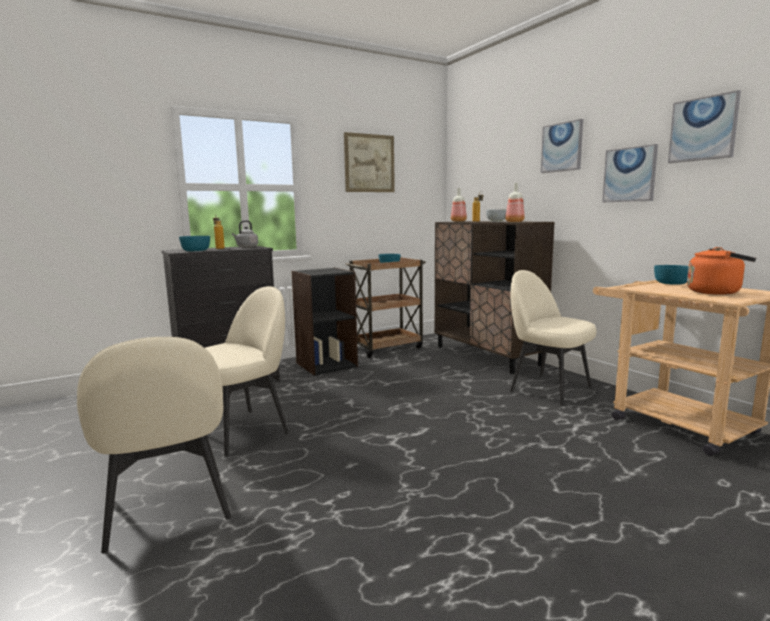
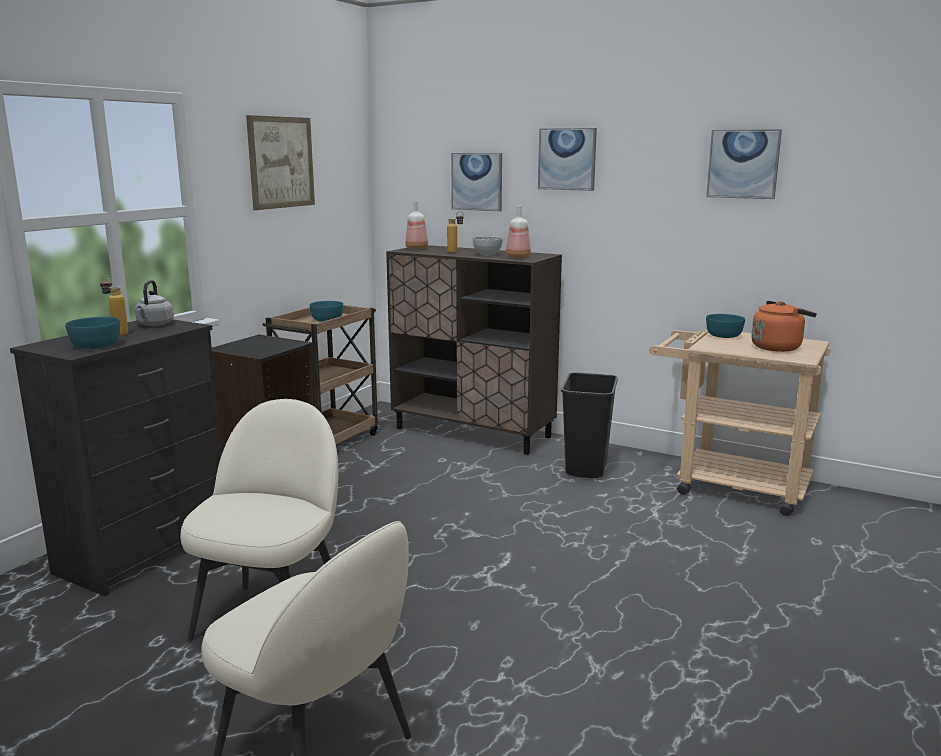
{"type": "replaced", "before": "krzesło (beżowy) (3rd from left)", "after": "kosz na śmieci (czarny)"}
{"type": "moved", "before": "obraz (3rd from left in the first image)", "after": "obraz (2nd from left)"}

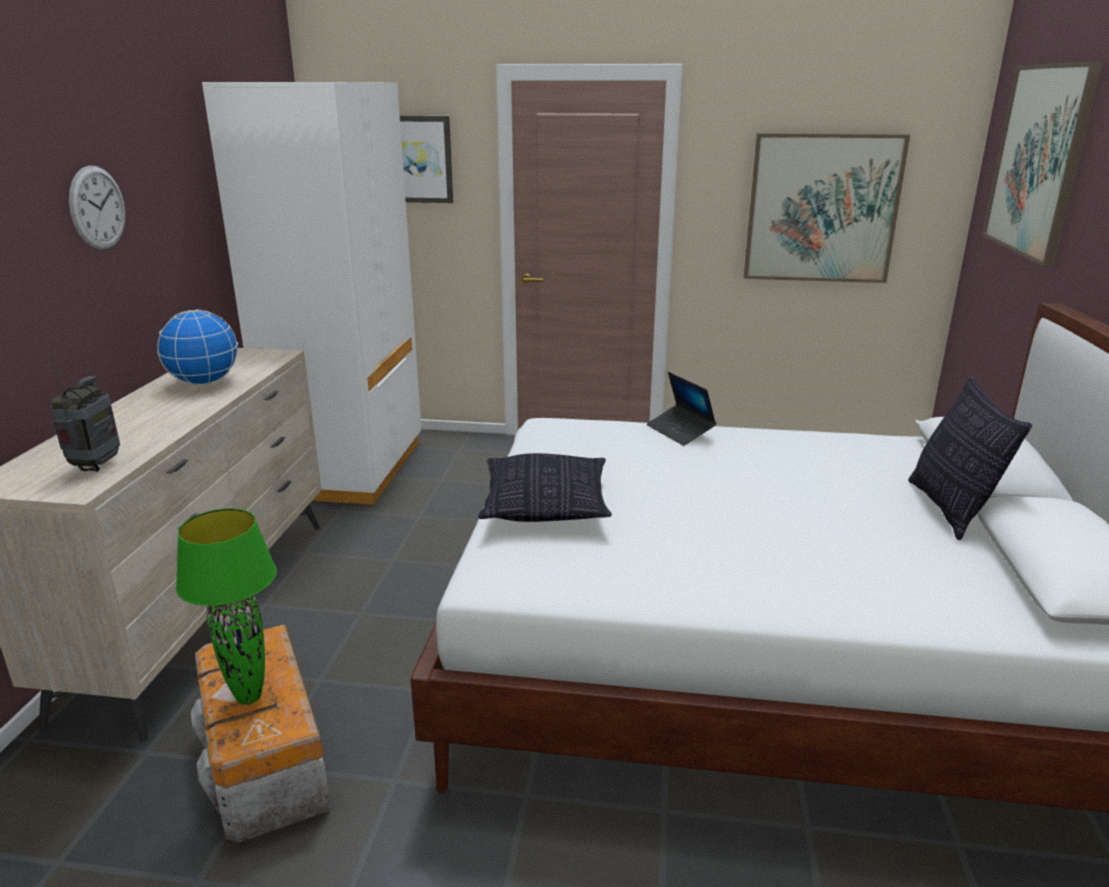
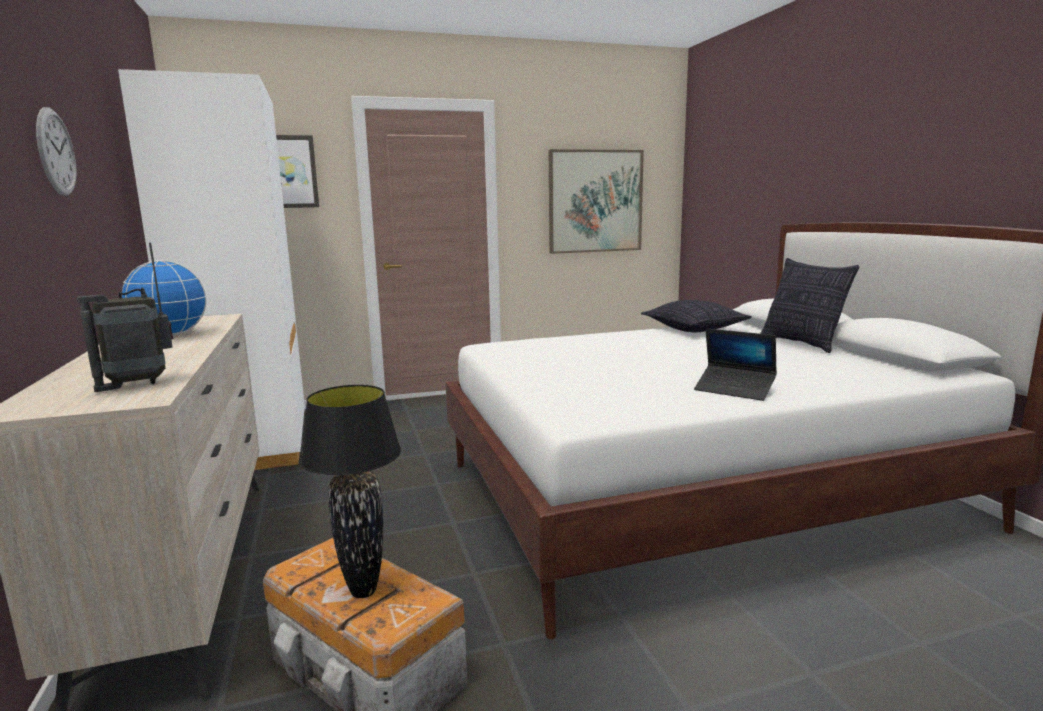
{"type": "turned", "before": "radio", "turn": -105}
{"type": "recoloured", "before": "lampa stołowa (zielony)", "after": "lampa stołowa (czarny)"}
{"type": "moved", "before": "poduszka (1st from left)"}
{"type": "moved", "before": "laptop"}
{"type": "removed", "before": "obraz (3rd from left)"}

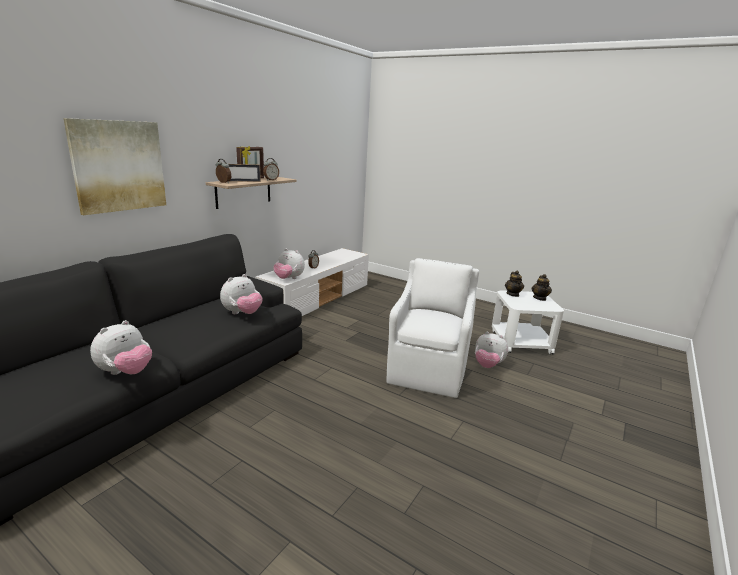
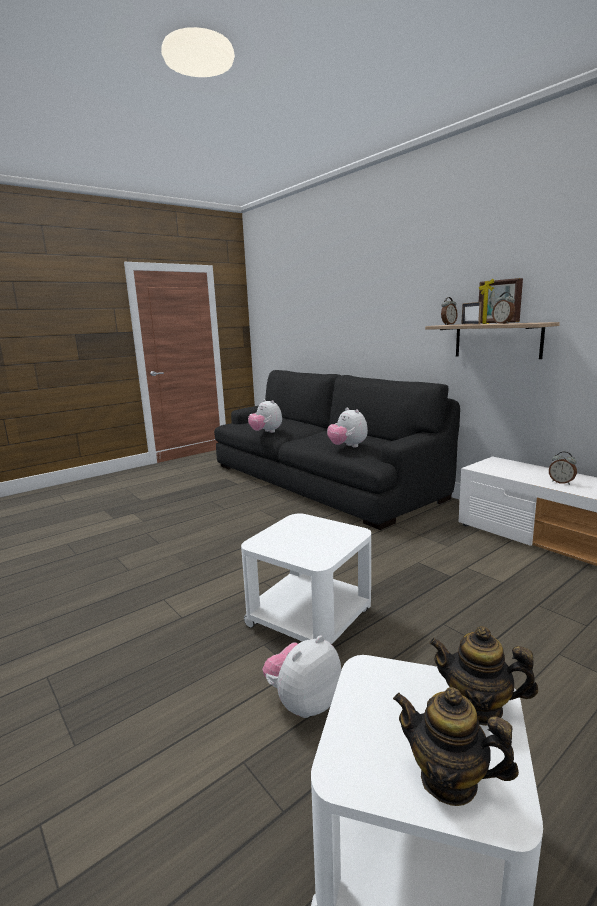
{"type": "removed", "before": "obraz"}
{"type": "removed", "before": "pluszak (3rd from left)"}
{"type": "replaced", "before": "fotel (biały)", "after": "stolik (biały) (1st from left)"}

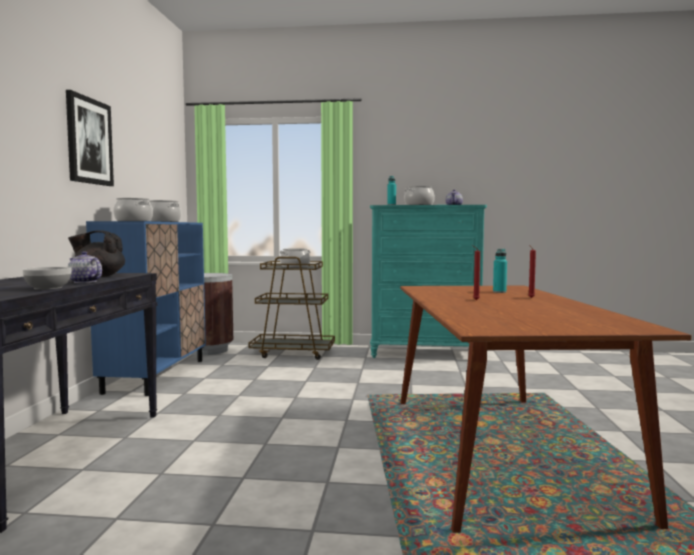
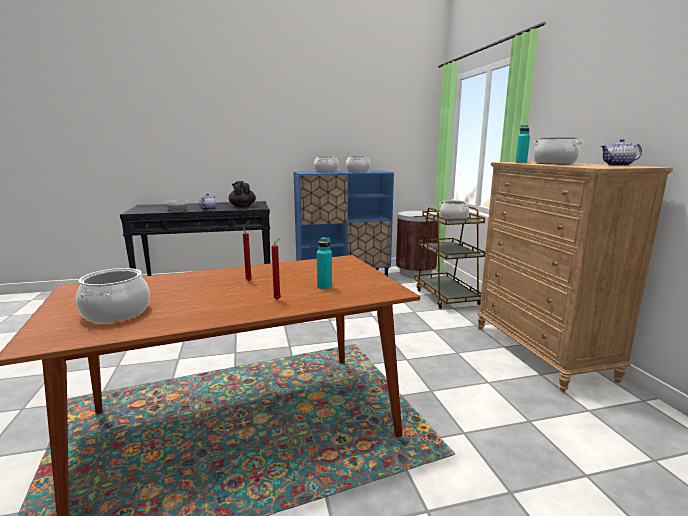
{"type": "removed", "before": "obraz"}
{"type": "recoloured", "before": "komoda (turkusowy)", "after": "komoda (brązowy)"}
{"type": "added", "after": "garnek (1st from left)"}

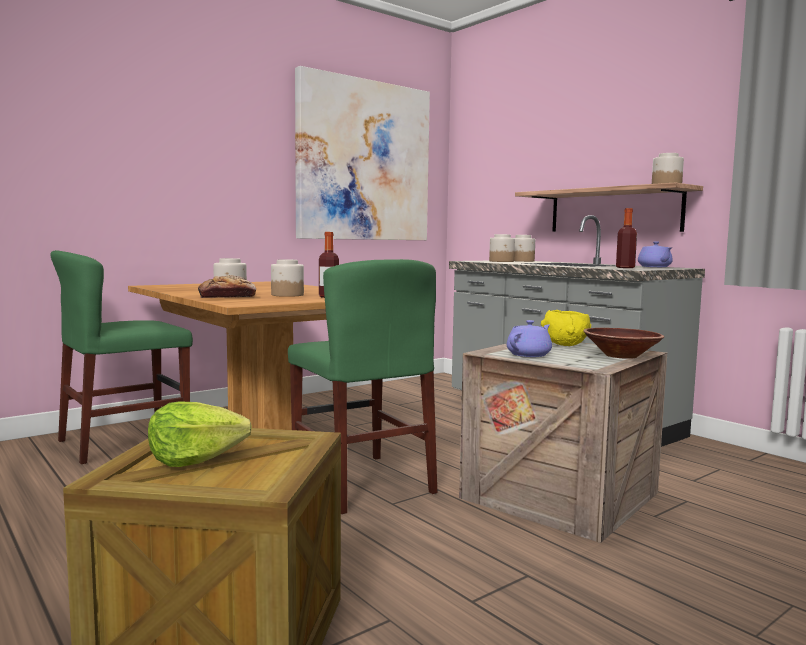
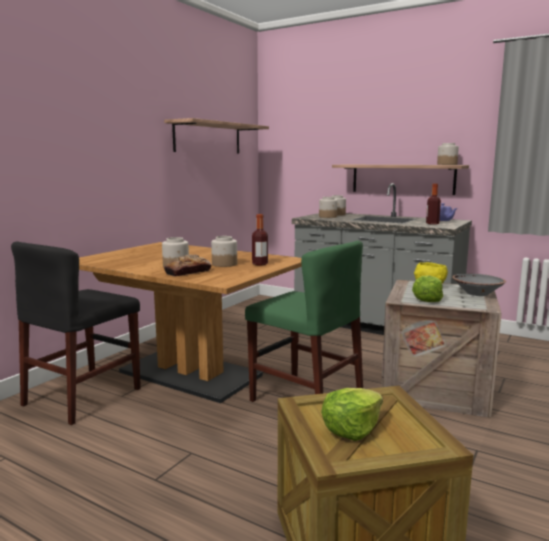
{"type": "recoloured", "before": "krzesło (zielony) (1st from left)", "after": "krzesło (czarny)"}
{"type": "replaced", "before": "obraz", "after": "półka (1st from left)"}
{"type": "replaced", "before": "imbryk (fioletowy) (1st from left)", "after": "sałata (2nd from left)"}
{"type": "recoloured", "before": "miska (brązowy)", "after": "miska (szary)"}

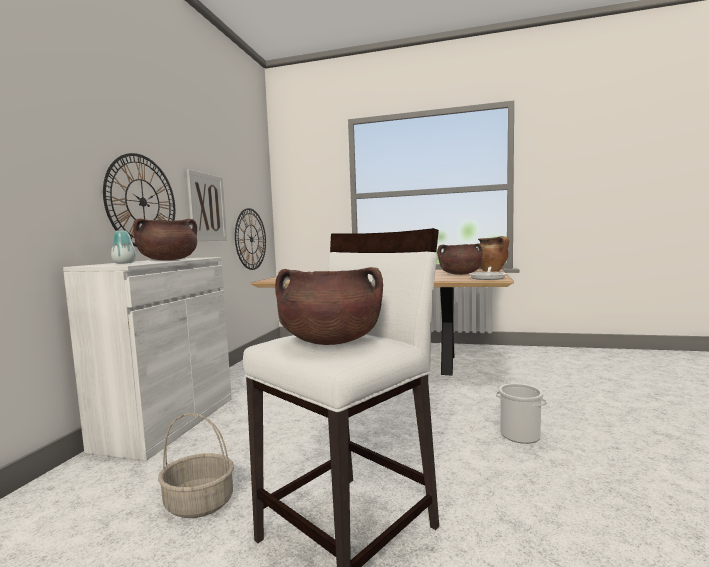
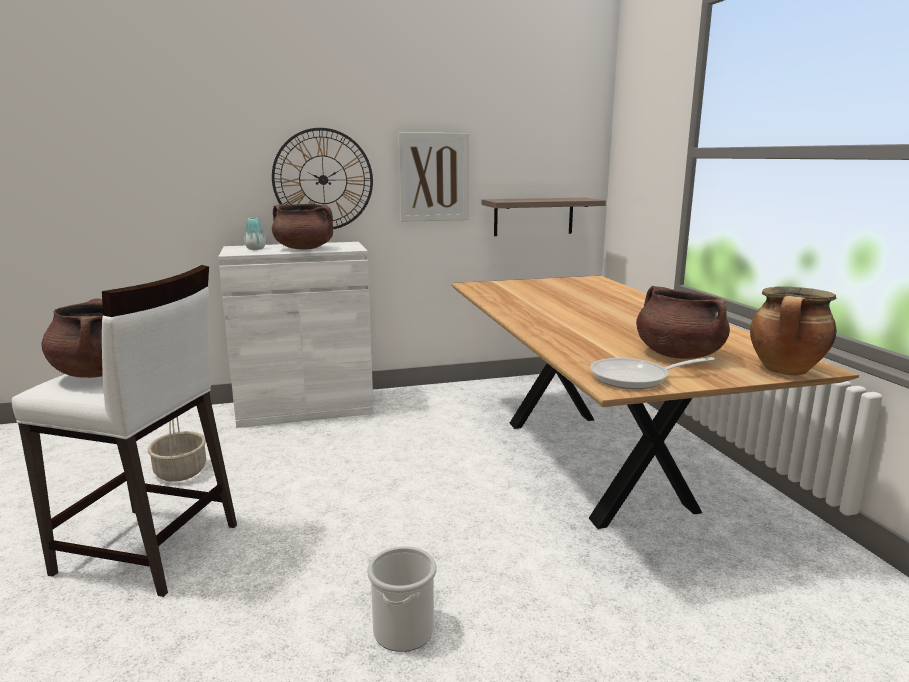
{"type": "replaced", "before": "zegar ścienny (2nd from left)", "after": "półka"}

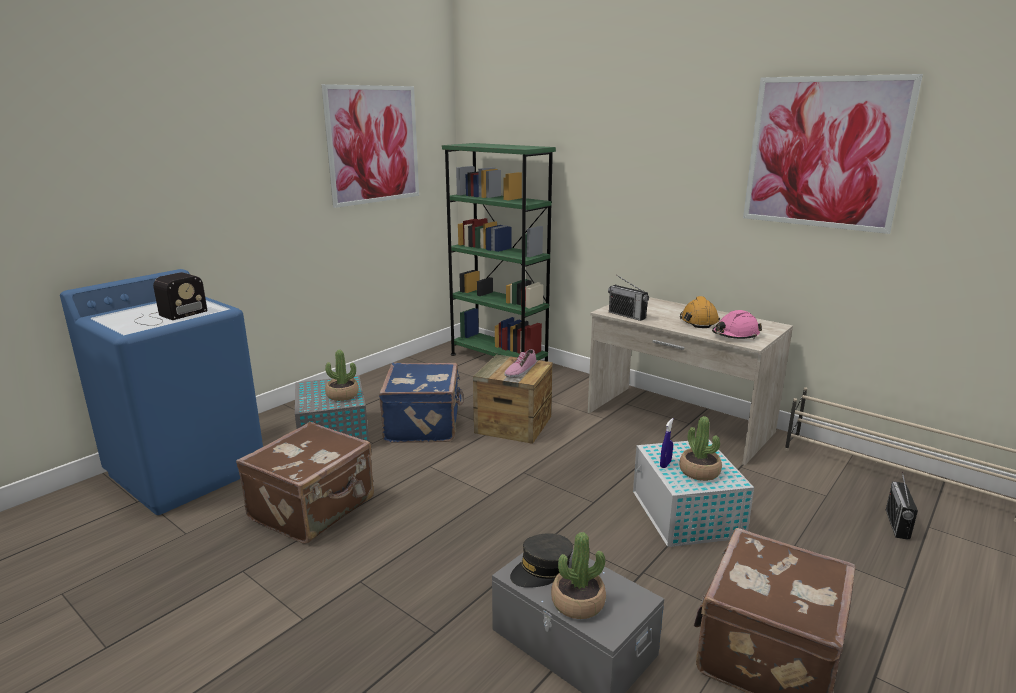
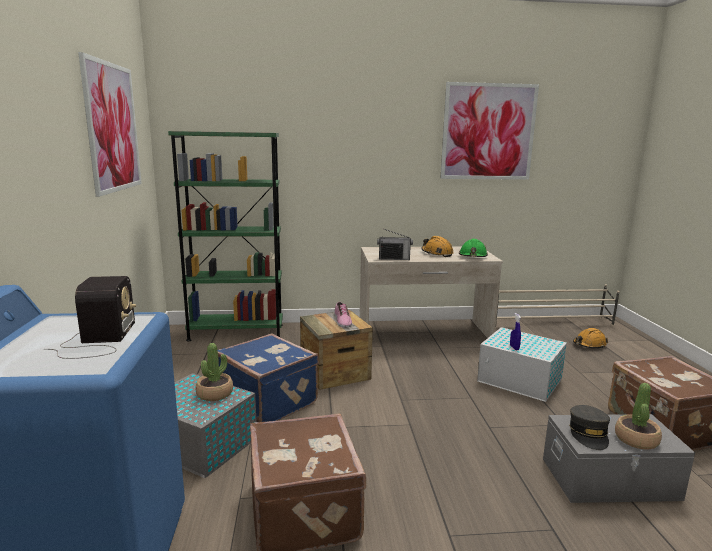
{"type": "removed", "before": "roślina doniczkowa (3rd from left)"}
{"type": "recoloured", "before": "kask (różowy)", "after": "kask (zielony)"}
{"type": "replaced", "before": "radio (3rd from left)", "after": "kask (pomarańczowy) (2nd from left)"}

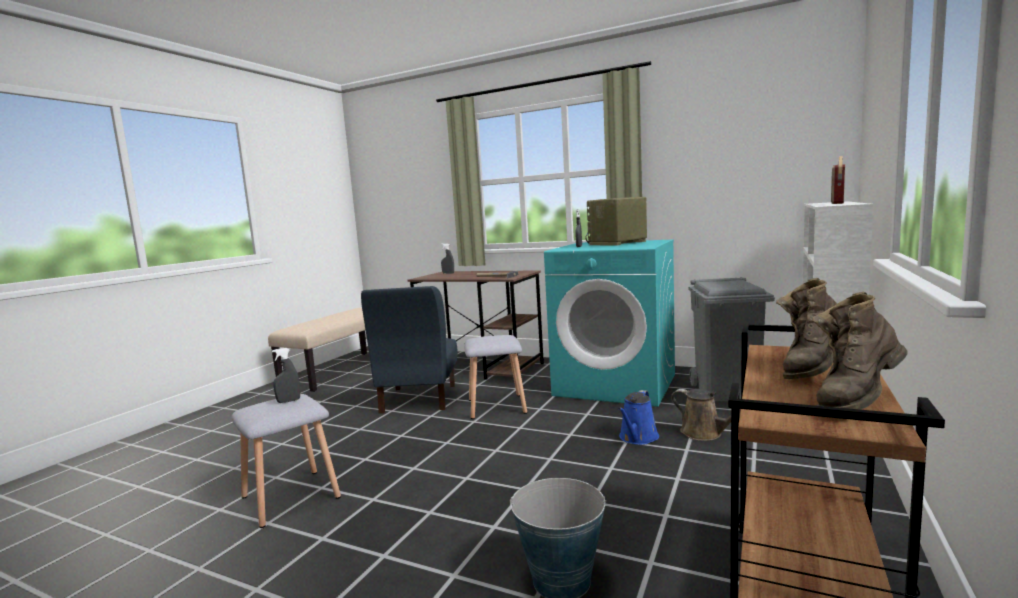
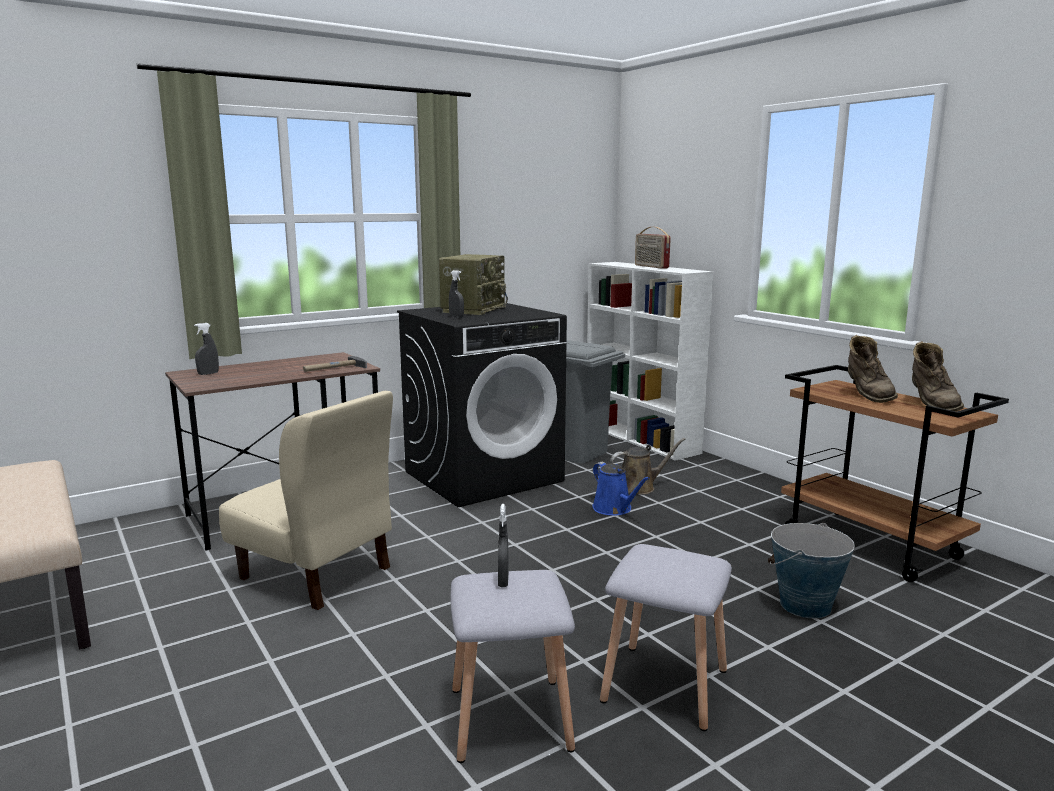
{"type": "recoloured", "before": "krzesło (niebieski)", "after": "krzesło (beżowy)"}
{"type": "moved", "before": "stołek (szary) (2nd from left)"}
{"type": "recoloured", "before": "pralka (turkusowy)", "after": "pralka (czarny)"}
{"type": "turned", "before": "radio (1st from left)", "turn": -150}

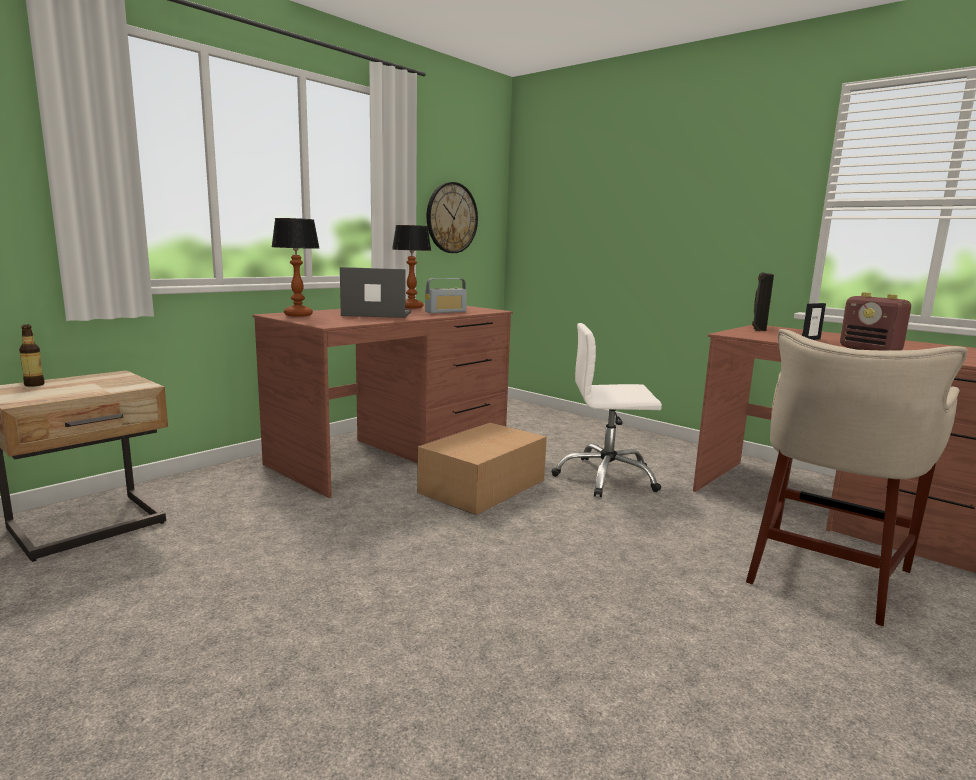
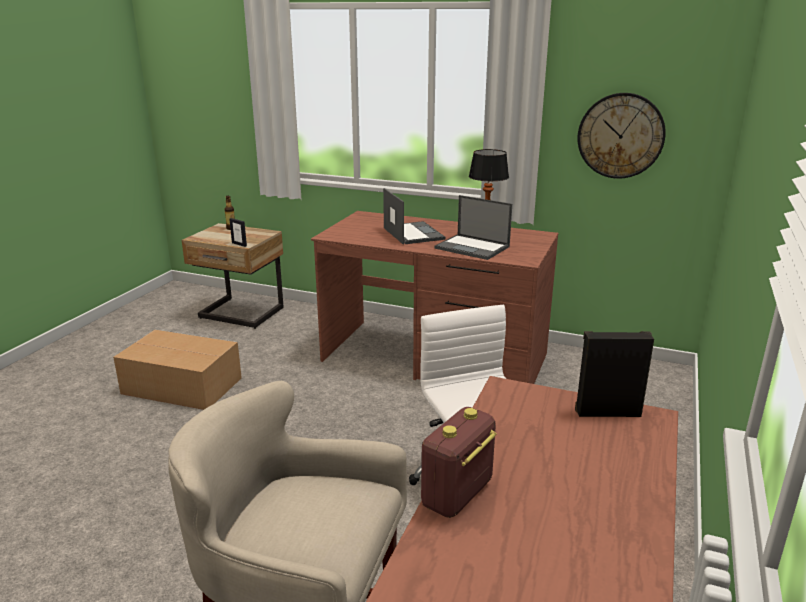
{"type": "removed", "before": "lampa stołowa (1st from left)"}
{"type": "moved", "before": "karton"}
{"type": "replaced", "before": "radio (1st from left)", "after": "laptop (2nd from left)"}
{"type": "moved", "before": "ramka na zdjęcie"}

